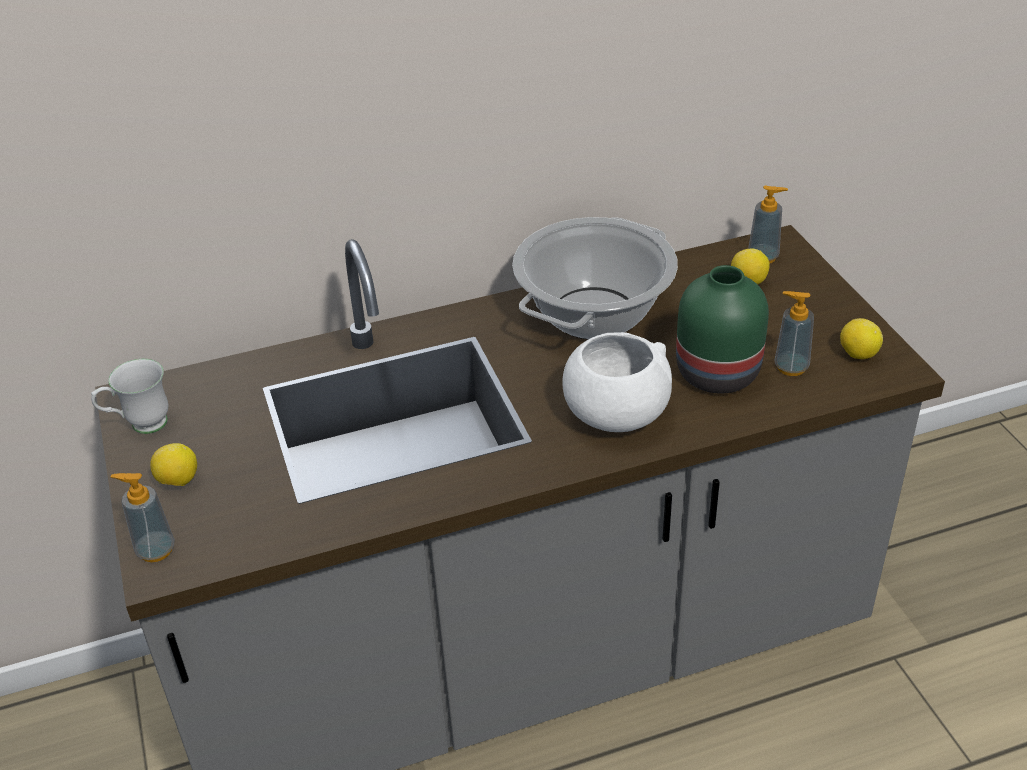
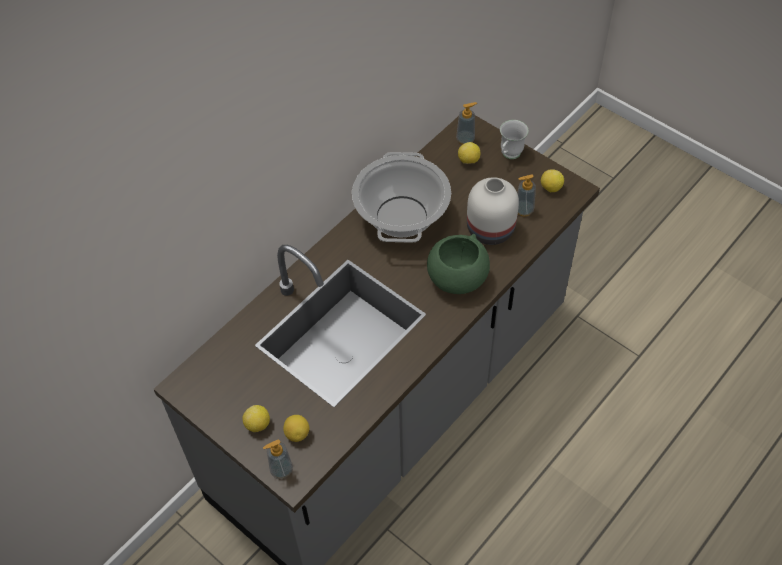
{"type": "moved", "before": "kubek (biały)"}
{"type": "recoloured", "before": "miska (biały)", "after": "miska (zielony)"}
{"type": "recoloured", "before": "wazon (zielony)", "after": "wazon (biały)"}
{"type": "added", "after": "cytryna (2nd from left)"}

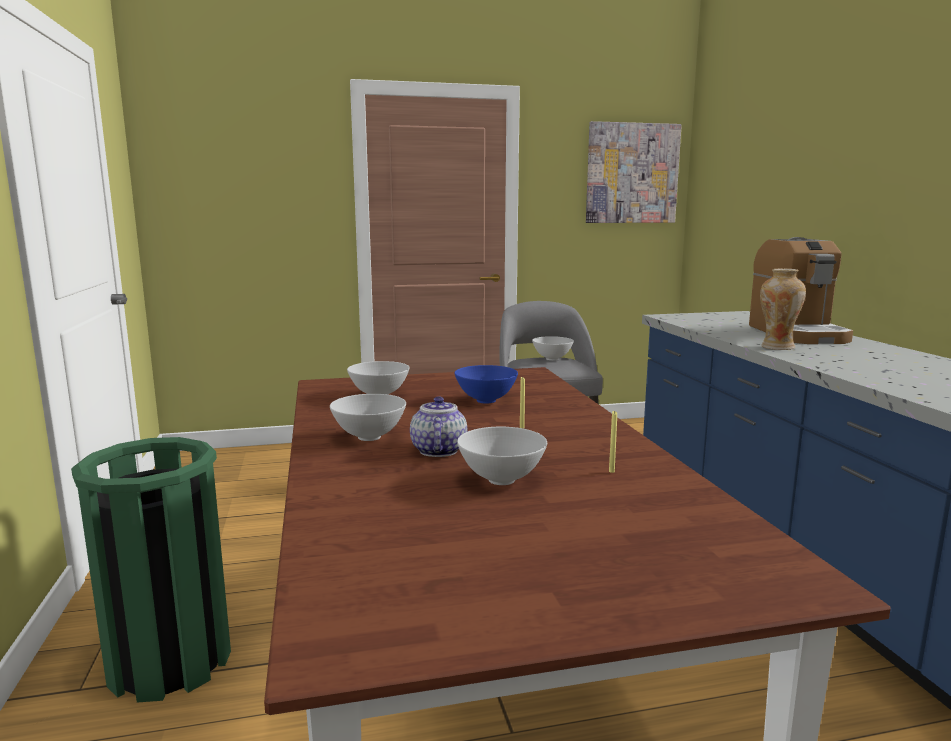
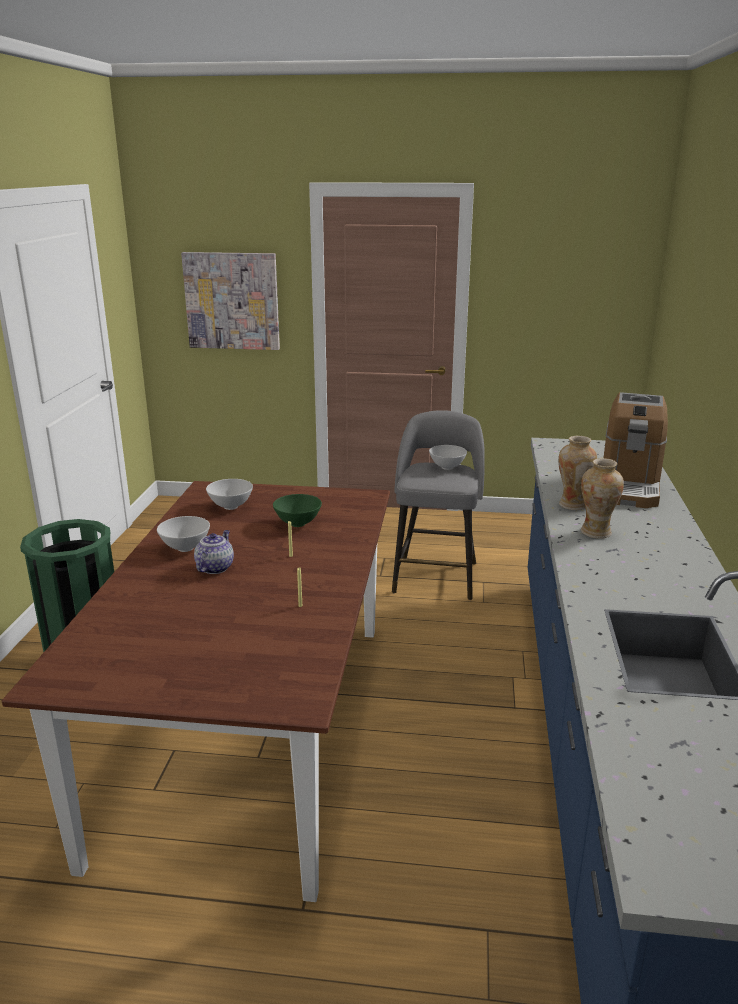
{"type": "recoloured", "before": "miska (niebieski)", "after": "miska (zielony)"}
{"type": "removed", "before": "miska (biały) (3rd from left)"}
{"type": "moved", "before": "obraz"}
{"type": "added", "after": "wazon (2nd from left)"}

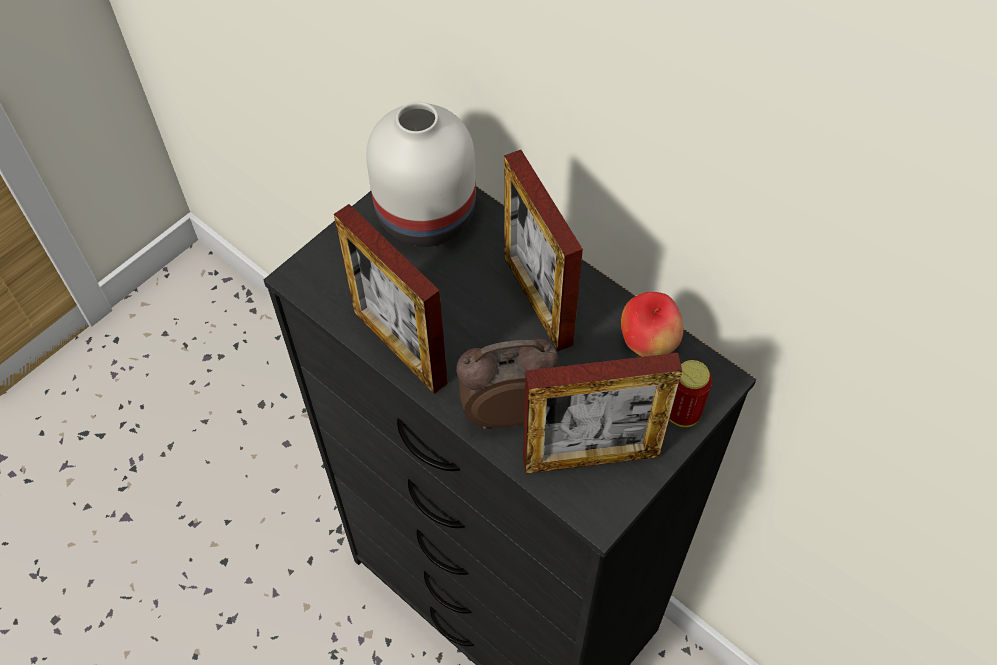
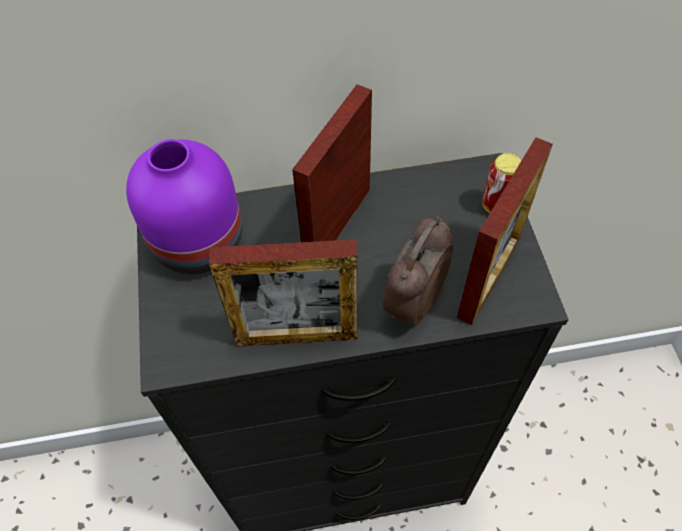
{"type": "recoloured", "before": "wazon (biały)", "after": "wazon (fioletowy)"}
{"type": "turned", "before": "ramka na zdjęcie (2nd from left)", "turn": 105}
{"type": "removed", "before": "jabłko"}

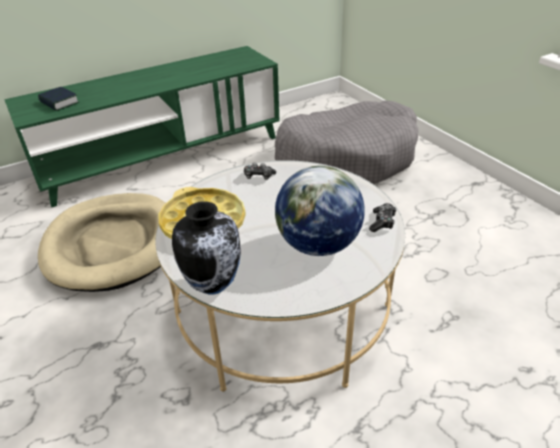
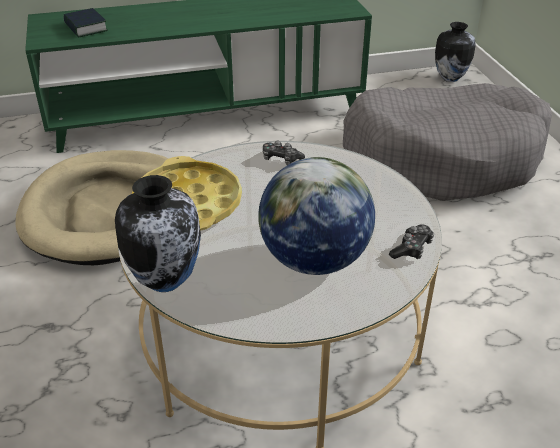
{"type": "added", "after": "wazon (2nd from left)"}

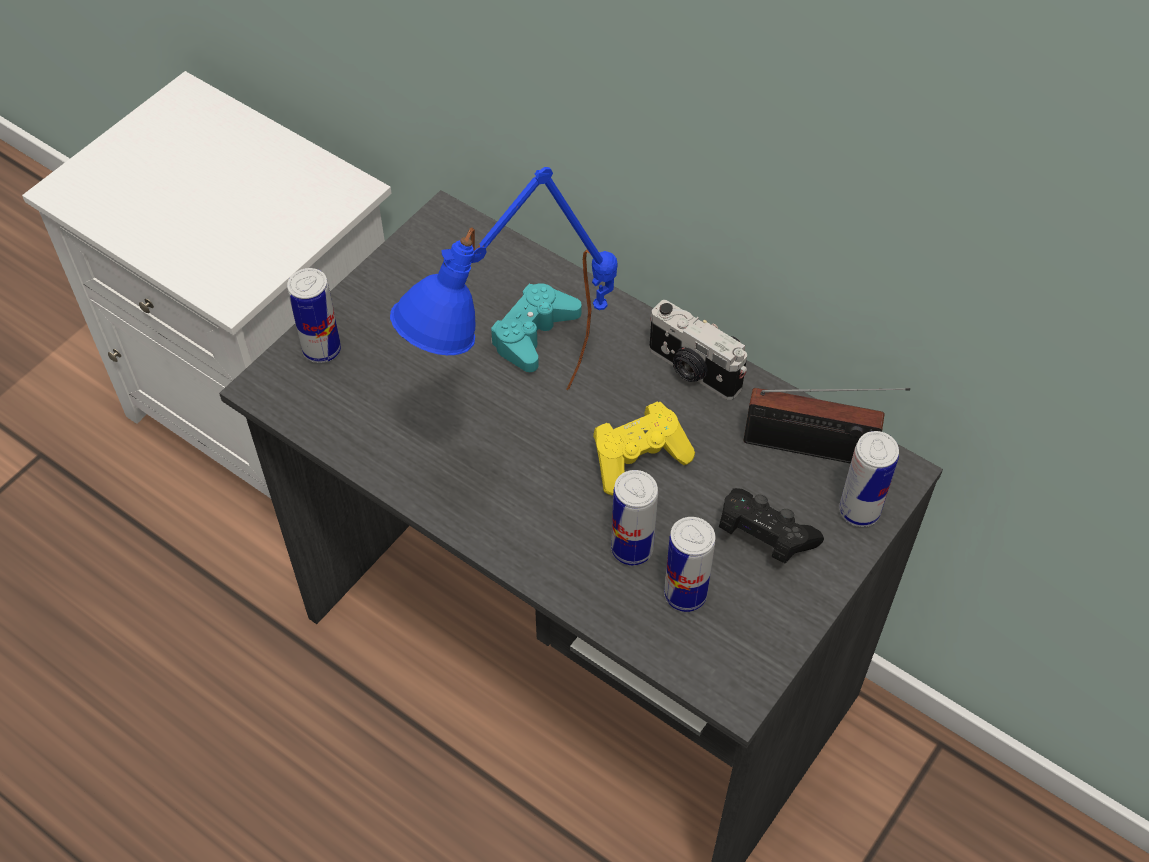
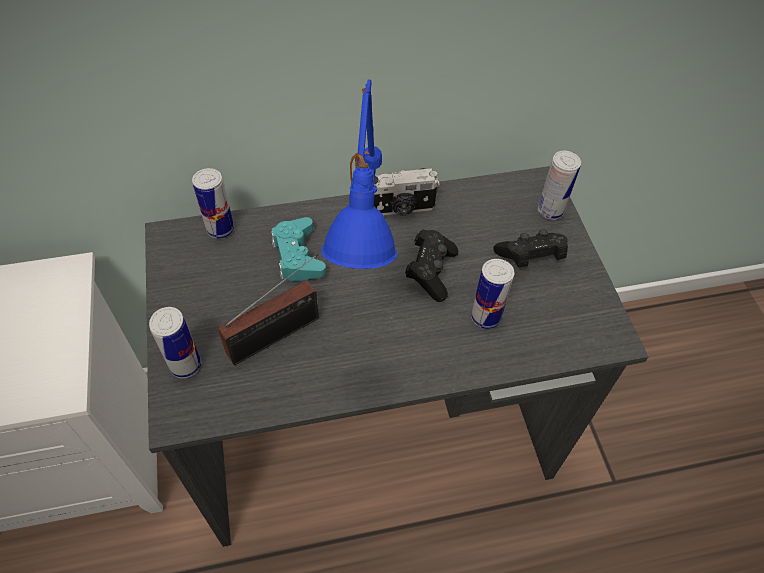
{"type": "recoloured", "before": "pad do gier (żółty)", "after": "pad do gier (czarny) (1st from left)"}
{"type": "moved", "before": "puszka (3rd from left in the first image)", "after": "puszka (2nd from left)"}
{"type": "moved", "before": "radio"}

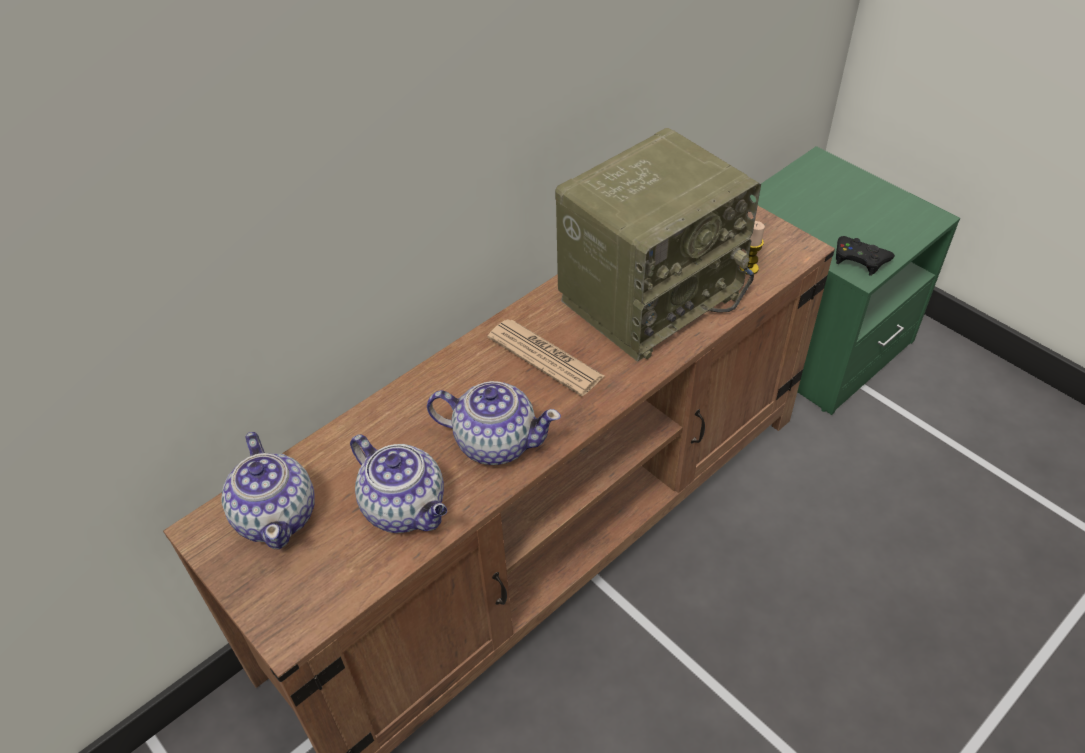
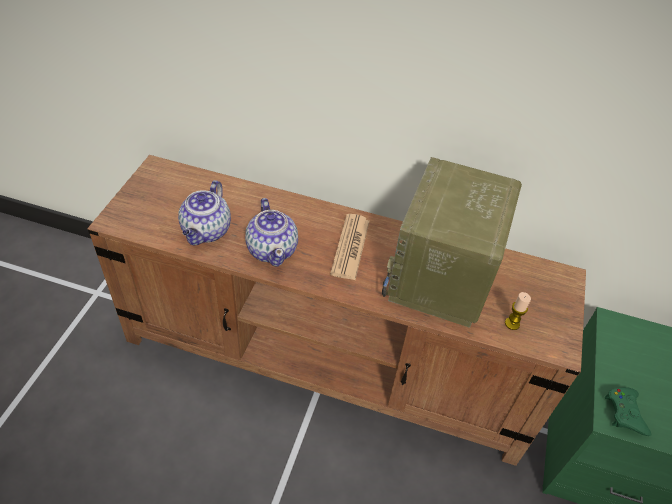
{"type": "removed", "before": "imbryk (1st from left)"}
{"type": "turned", "before": "radio", "turn": 90}
{"type": "recoloured", "before": "pad do gier (czarny)", "after": "pad do gier (zielony)"}

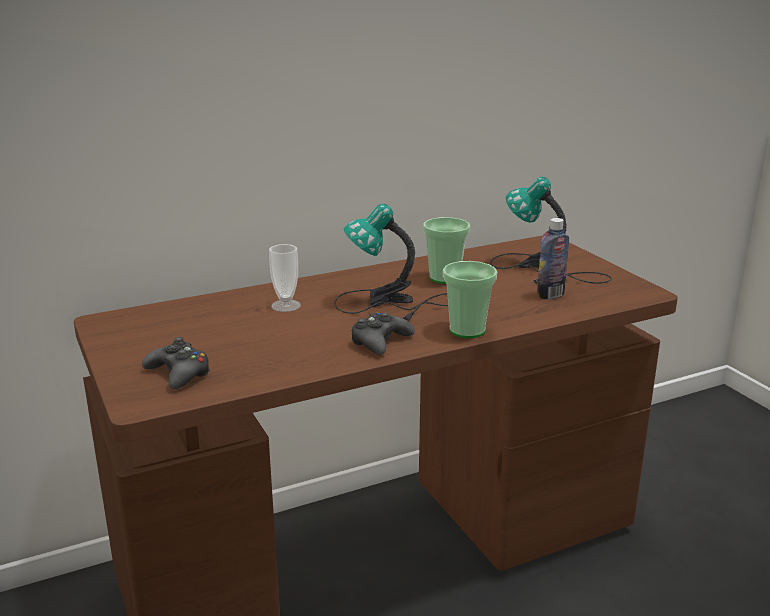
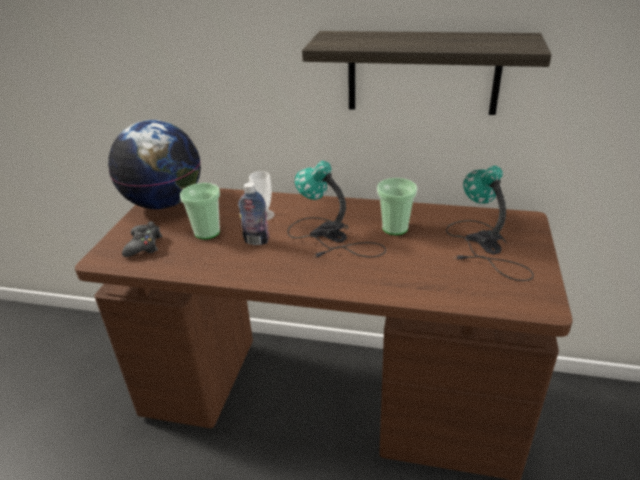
{"type": "removed", "before": "pad do gier (czarny) (2nd from left)"}
{"type": "moved", "before": "filiżanka (3rd from left in the first image)", "after": "filiżanka (1st from left)"}
{"type": "moved", "before": "butelka"}
{"type": "added", "after": "globus"}
{"type": "added", "after": "półka"}

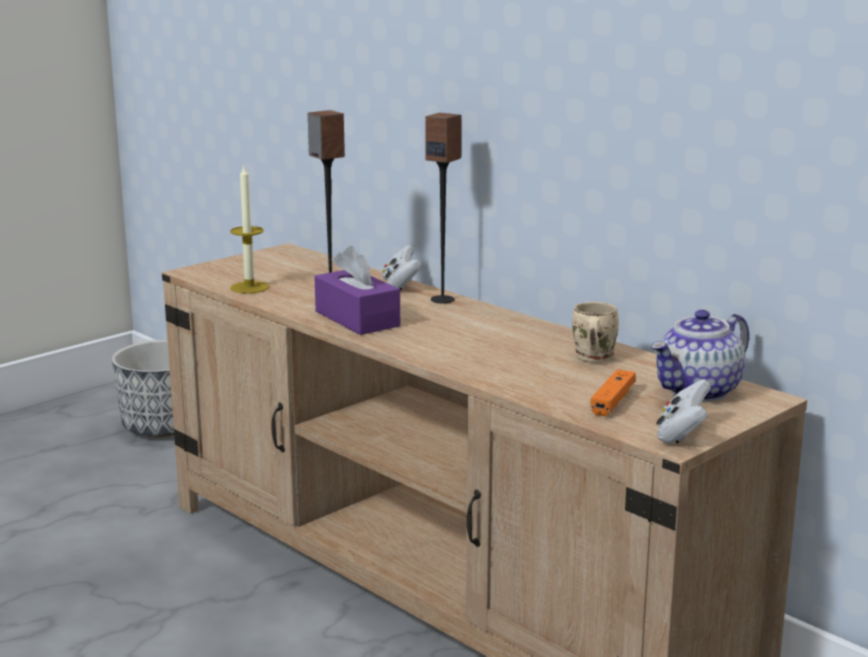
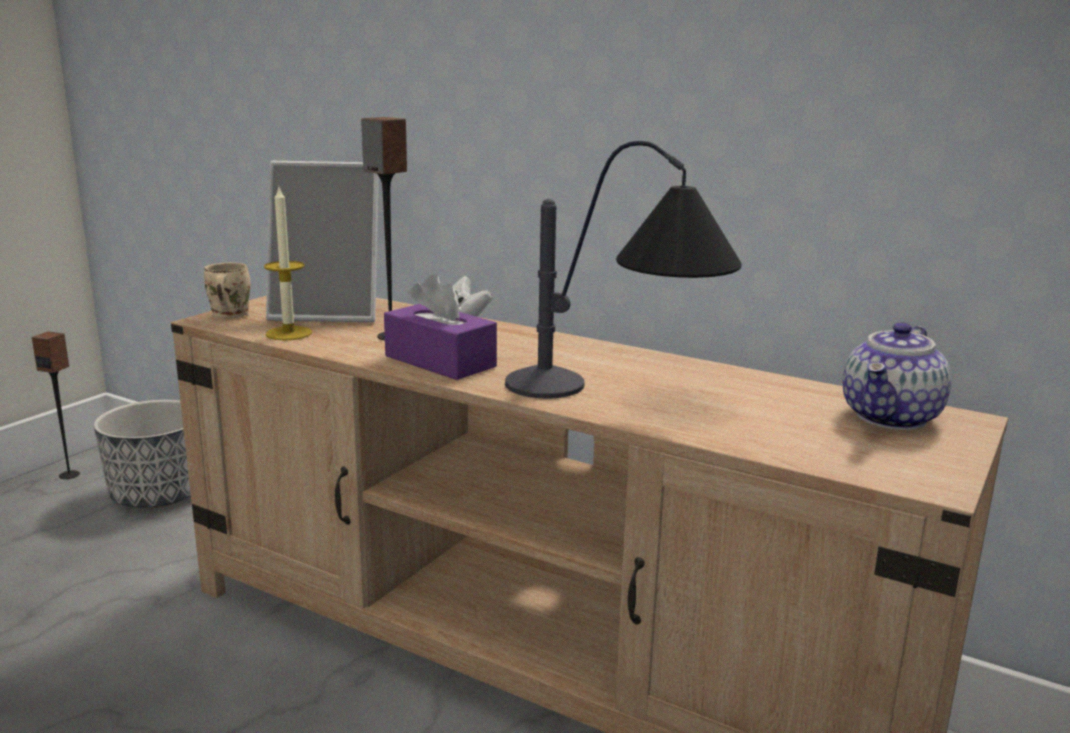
{"type": "moved", "before": "głośnik (2nd from left in the first image)", "after": "głośnik (1st from left)"}
{"type": "moved", "before": "kubek (beżowy)"}
{"type": "removed", "before": "pad do gier (pomarańczowy)"}
{"type": "removed", "before": "pad do gier (biały) (2nd from left)"}
{"type": "added", "after": "ramka na zdjęcie"}
{"type": "added", "after": "lampa stołowa"}

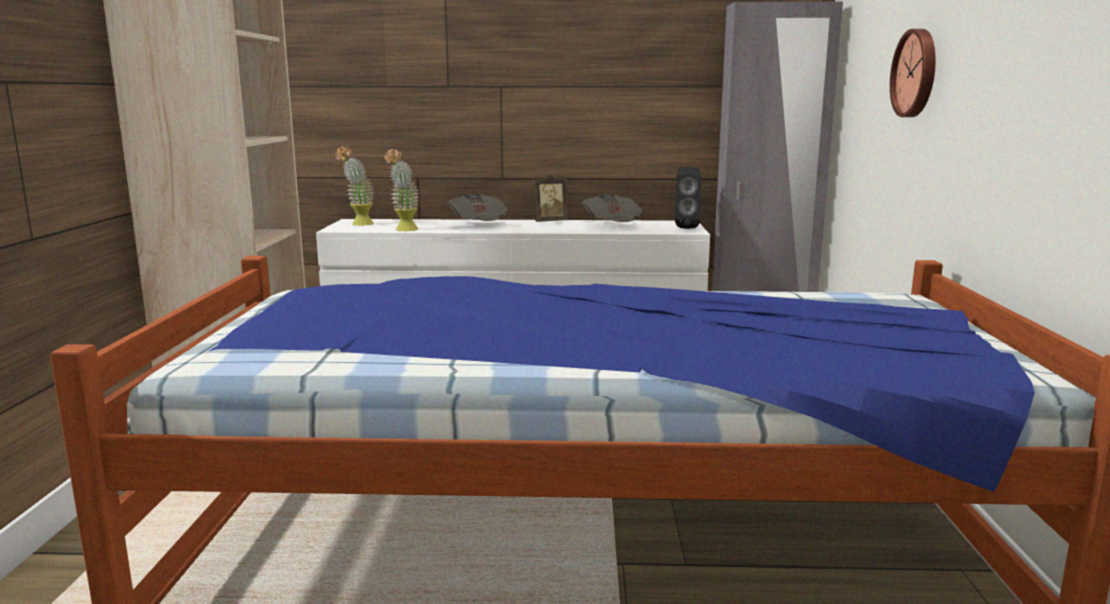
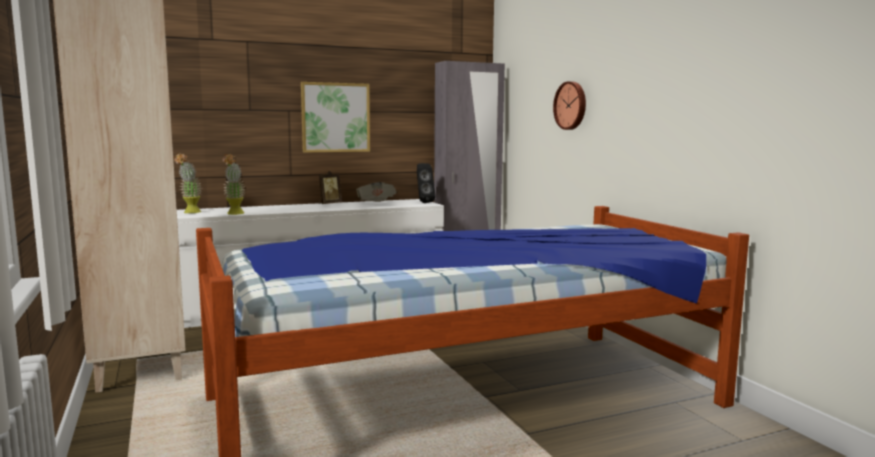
{"type": "removed", "before": "gazeta (1st from left)"}
{"type": "added", "after": "obraz"}

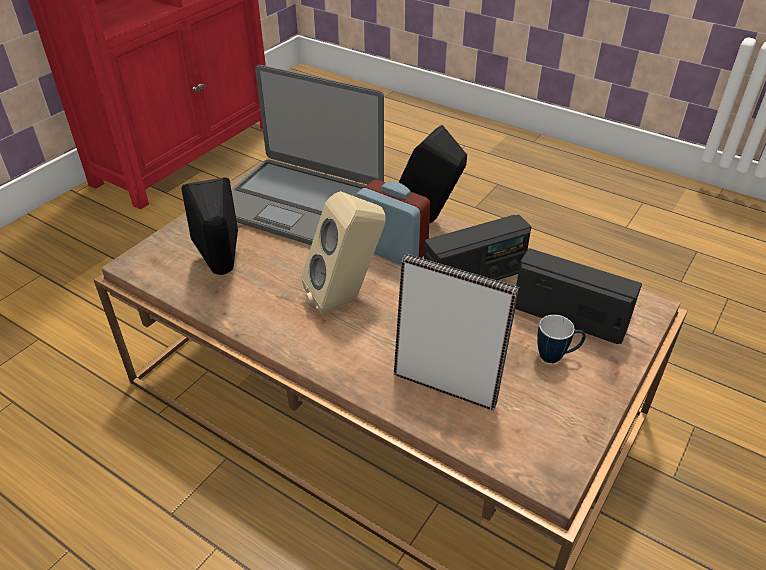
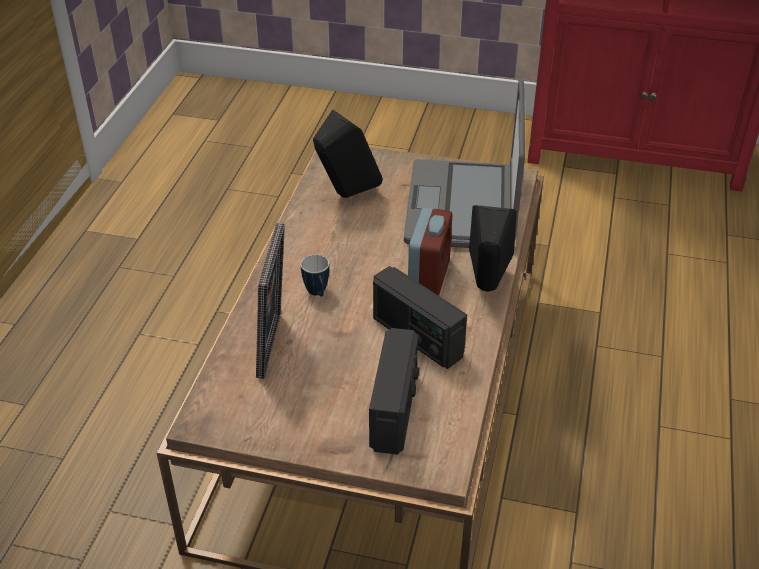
{"type": "removed", "before": "głośnik (beżowy)"}
{"type": "moved", "before": "kubek"}

